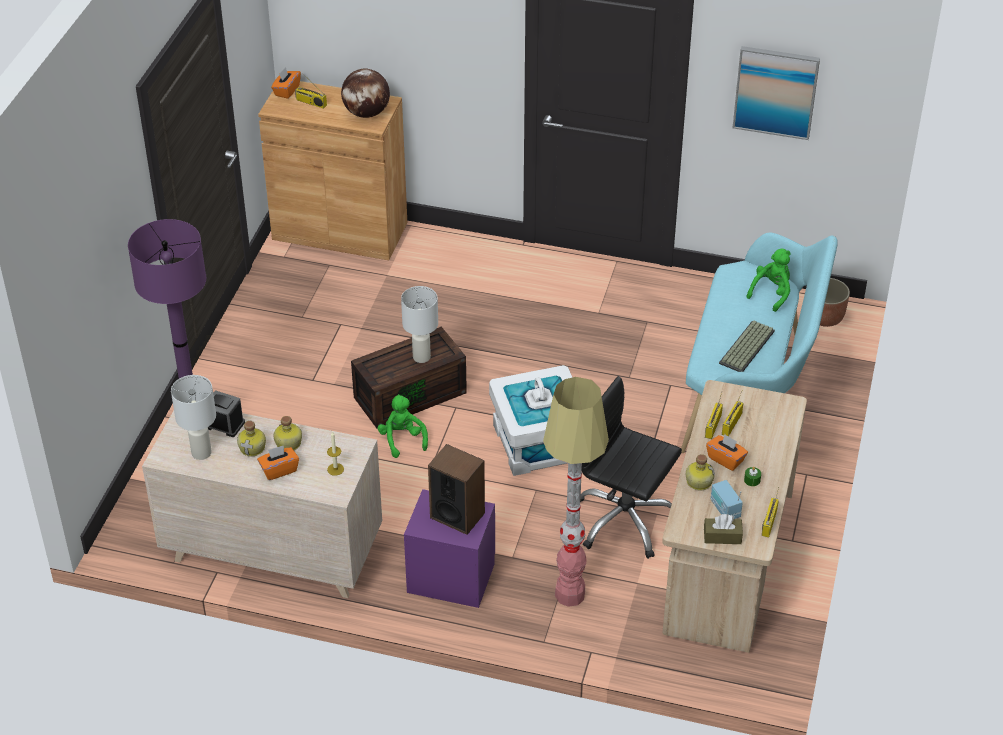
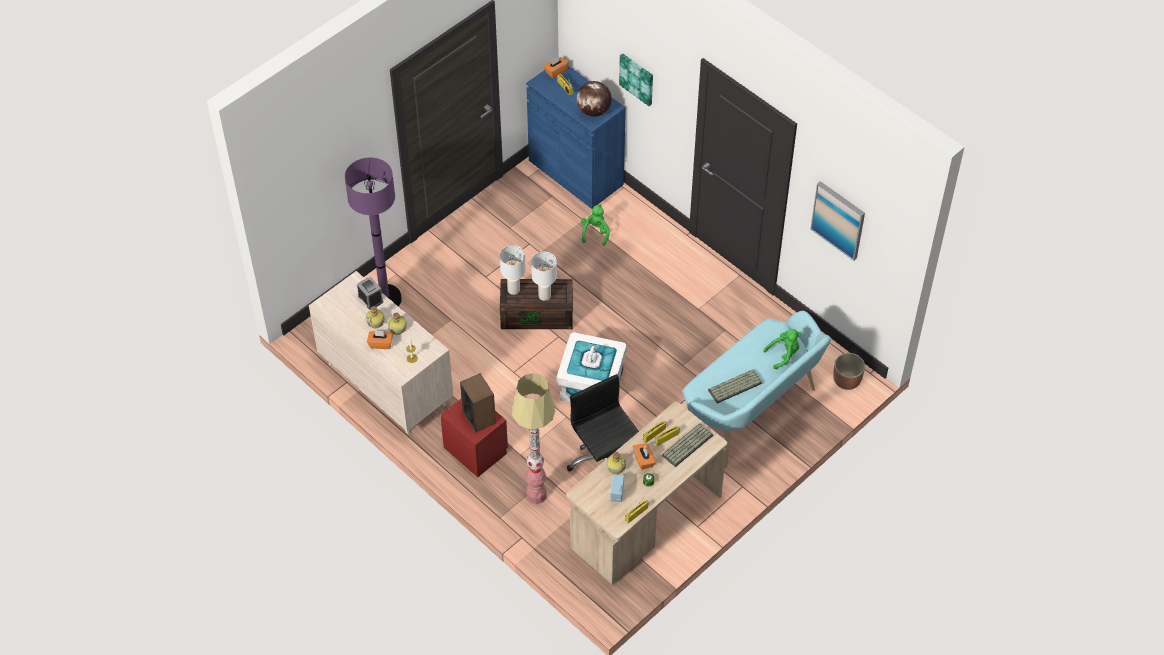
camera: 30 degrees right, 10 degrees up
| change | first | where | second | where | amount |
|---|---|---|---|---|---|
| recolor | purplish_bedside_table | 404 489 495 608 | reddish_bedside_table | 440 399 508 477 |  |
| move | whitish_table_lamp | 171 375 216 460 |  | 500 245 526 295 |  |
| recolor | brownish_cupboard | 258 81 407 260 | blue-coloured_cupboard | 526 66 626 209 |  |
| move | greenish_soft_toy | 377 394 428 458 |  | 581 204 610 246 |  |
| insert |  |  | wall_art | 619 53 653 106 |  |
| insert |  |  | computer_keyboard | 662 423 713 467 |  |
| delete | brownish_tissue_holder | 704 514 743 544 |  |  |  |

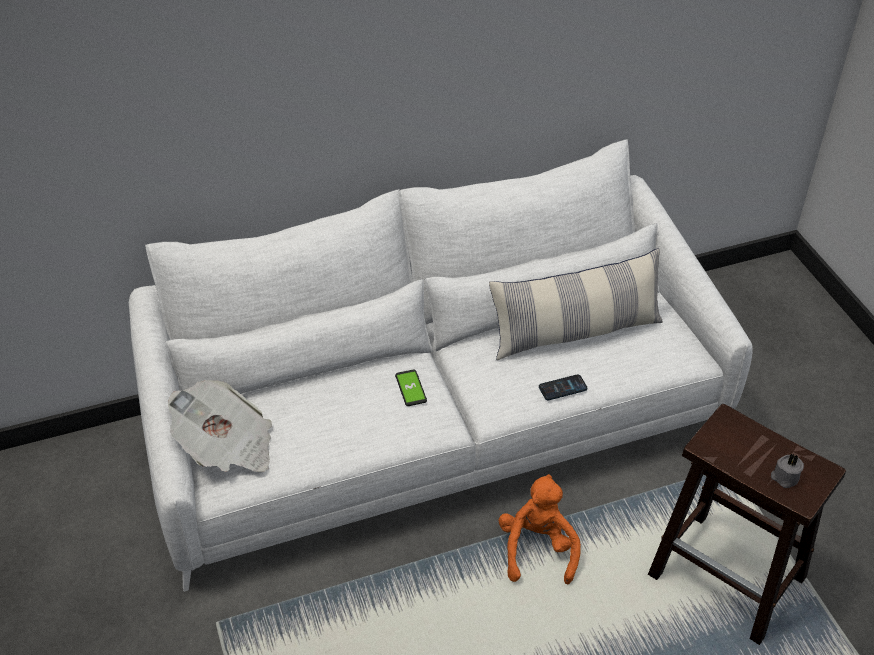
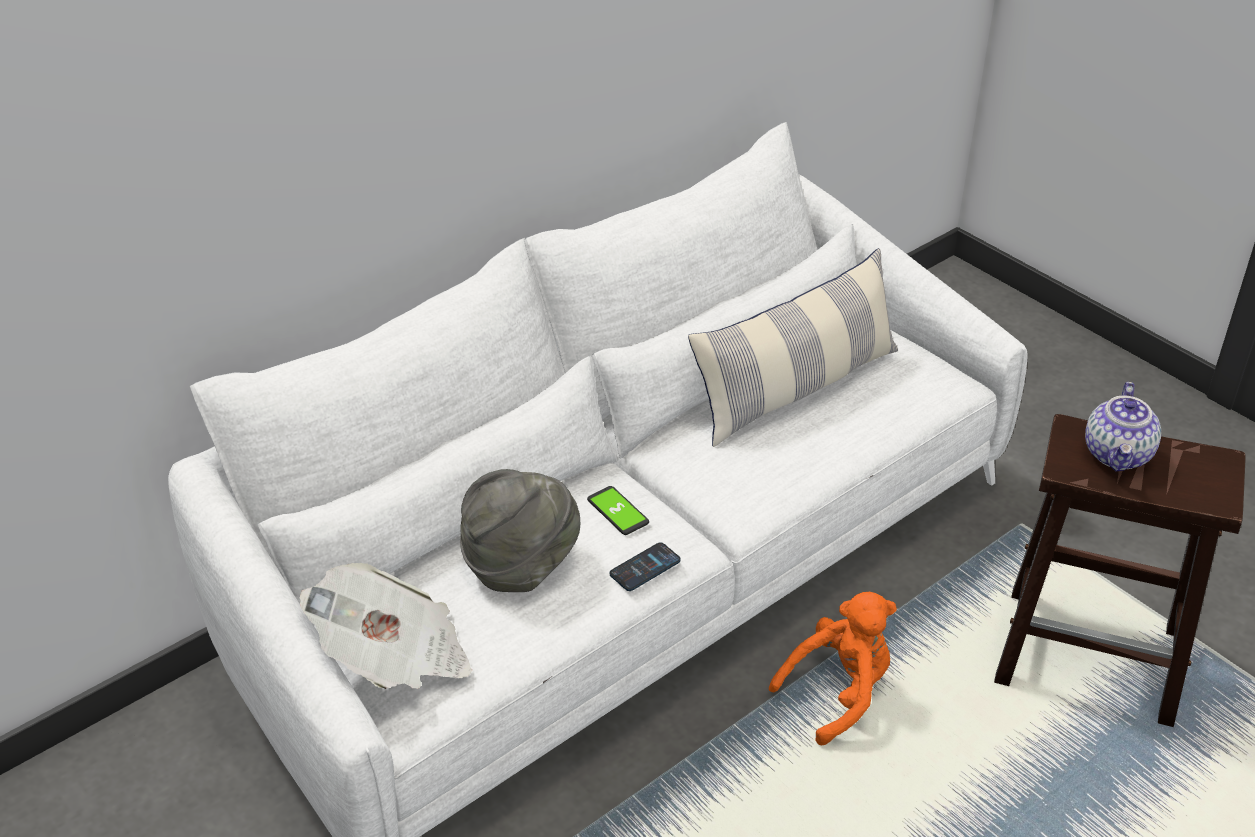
camera: 20 degrees left, 5 degrees down
| change | first | where | second | where | amount |
|---|---|---|---|---|---|
| insert |  |  | grey_wearable_hat | 460 469 580 592 |  |
| move | phone | 539 374 587 400 |  | 610 542 680 591 |  |
| rotate | orange_soft_toy | 498 474 581 584 |  | 769 592 897 745 | 75 degrees clockwise |
| insert |  |  | teapot | 1085 382 1161 472 |  |
| delete | grey_wax_candle | 771 454 804 488 |  |  |  |

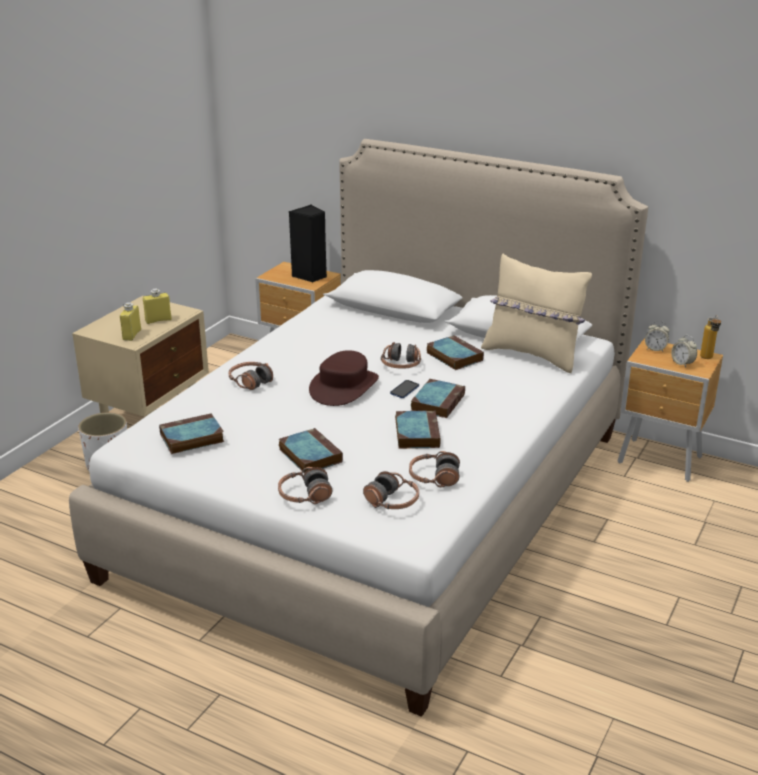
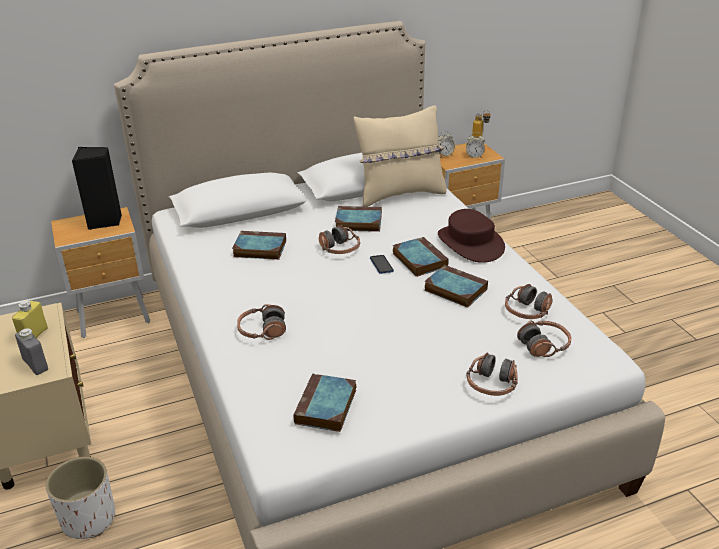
camera: 50 degrees left, 5 degrees up
| change | first | where | second | where | amount |
|---|---|---|---|---|---|
| recolor | yellow_bottle | 120 302 141 341 | grey_bottle | 15 329 48 375 |  |
| move | book | 279 428 343 473 |  | 232 231 286 260 |  |
| move | brownish_wearable_hat | 309 350 379 406 |  | 438 209 505 263 |  |

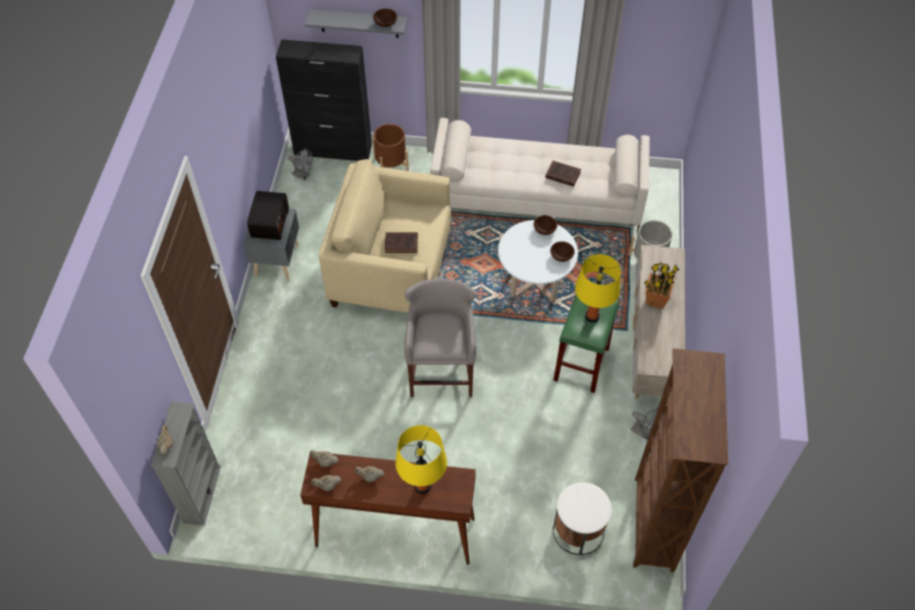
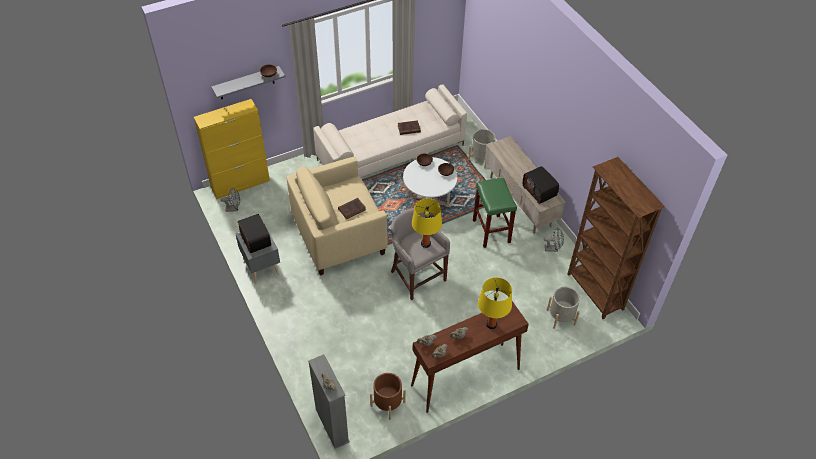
camera: 35 degrees left, 5 degrees down
| change | first | where | second | where | amount |
|---|---|---|---|---|---|
| recolor | black_cupboard | 276 39 372 161 | yellow_cupboard | 194 99 270 199 |  |
| move | brownish_plant_pot | 372 124 409 171 |  | 370 373 406 420 |  |
| move | yellow_table_lamp | 575 254 621 323 |  | 412 199 442 248 |  |
| insert |  |  | radio_set | 523 166 559 204 |  |
| replace | whitish_side_table | 553 482 612 555 | grey_plant_pot | 547 287 580 329 |  |
| delete | houseplant | 645 262 679 309 |  |  |  |

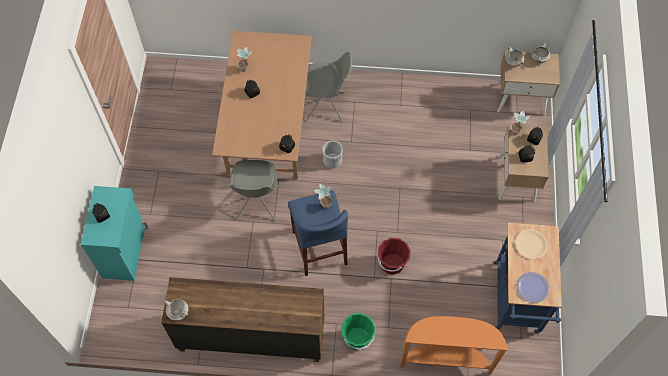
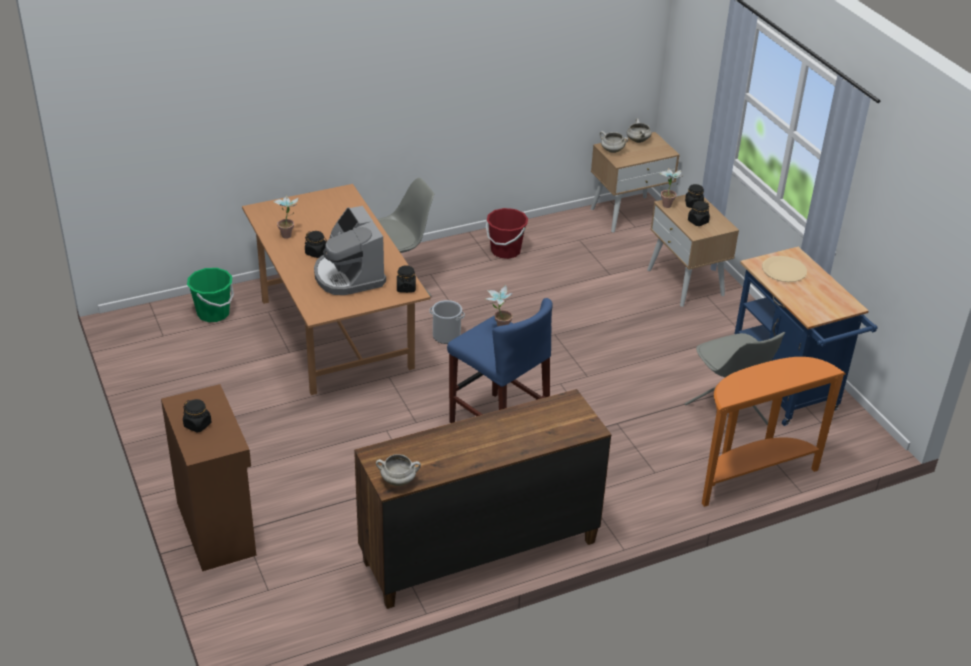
camera: 30 degrees left, 25 degrees down
| change | first | where | second | where | amount |
|---|---|---|---|---|---|
| recolor | turquoise_cupboard | 81 186 148 281 | brownish_cupboard | 161 384 257 571 |  |
| move | greenish_bucket | 341 313 376 350 |  | 187 268 234 322 |  |
| insert |  |  | coffee_brewer | 314 206 386 295 |  |
| move | reddish_bucket | 377 238 411 275 |  | 486 208 528 259 |  |
| move | grey_plain_chair | 229 160 278 221 |  | 685 332 785 425 |  |
| delete | flat_dish | 517 272 549 303 |  |  |  |

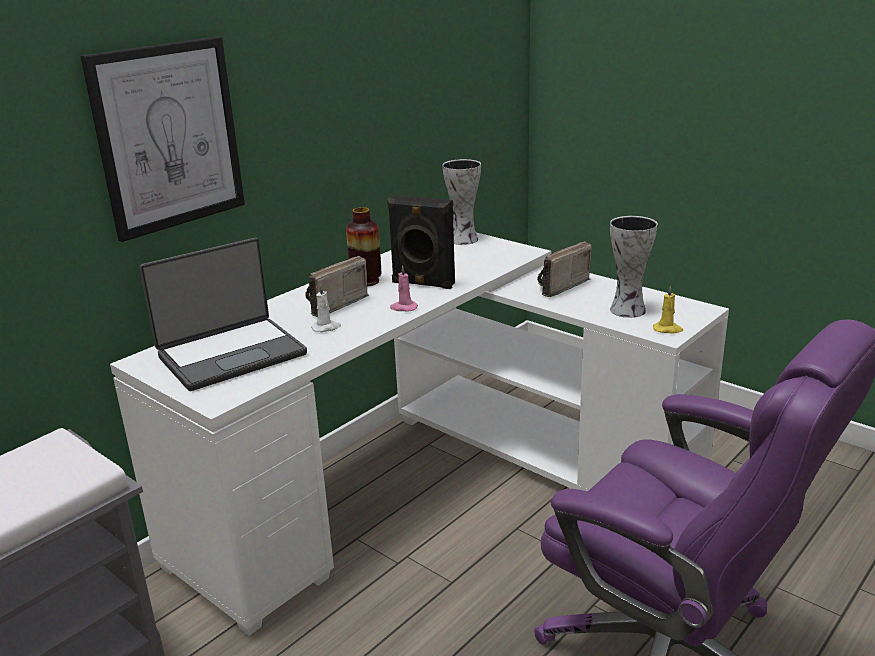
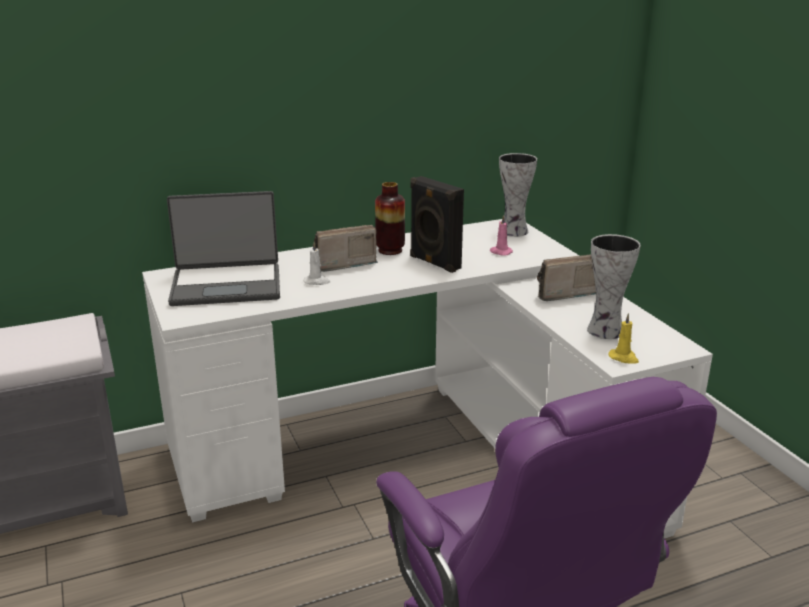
camera: 25 degrees right, 0 degrees up
| change | first | where | second | where | amount |
|---|---|---|---|---|---|
| move | pink_wax_candle | 390 265 418 312 |  | 490 215 513 256 |  |
| delete | wall_art | 80 36 245 242 |  |  |  |

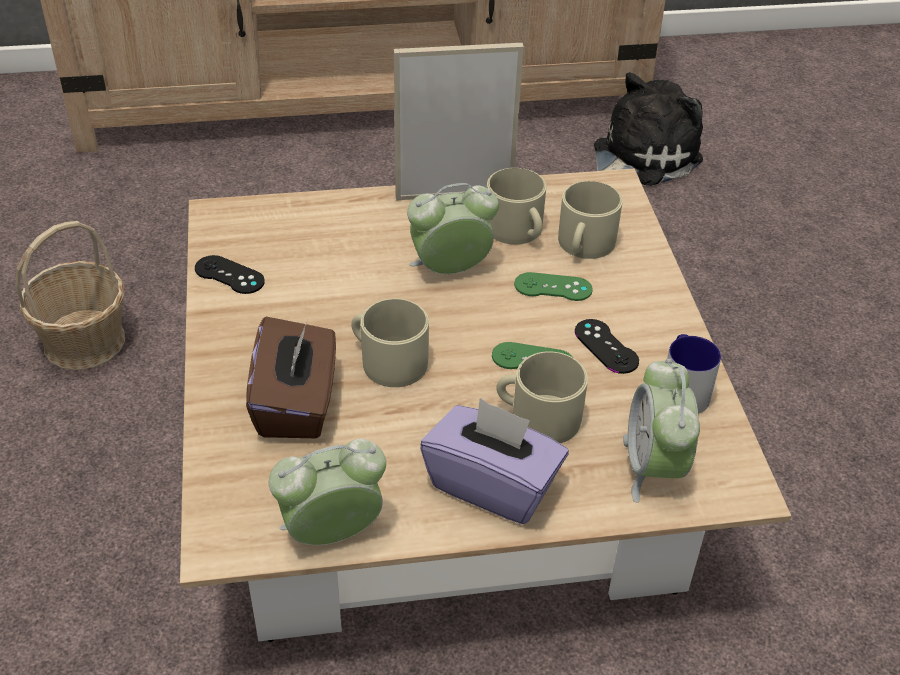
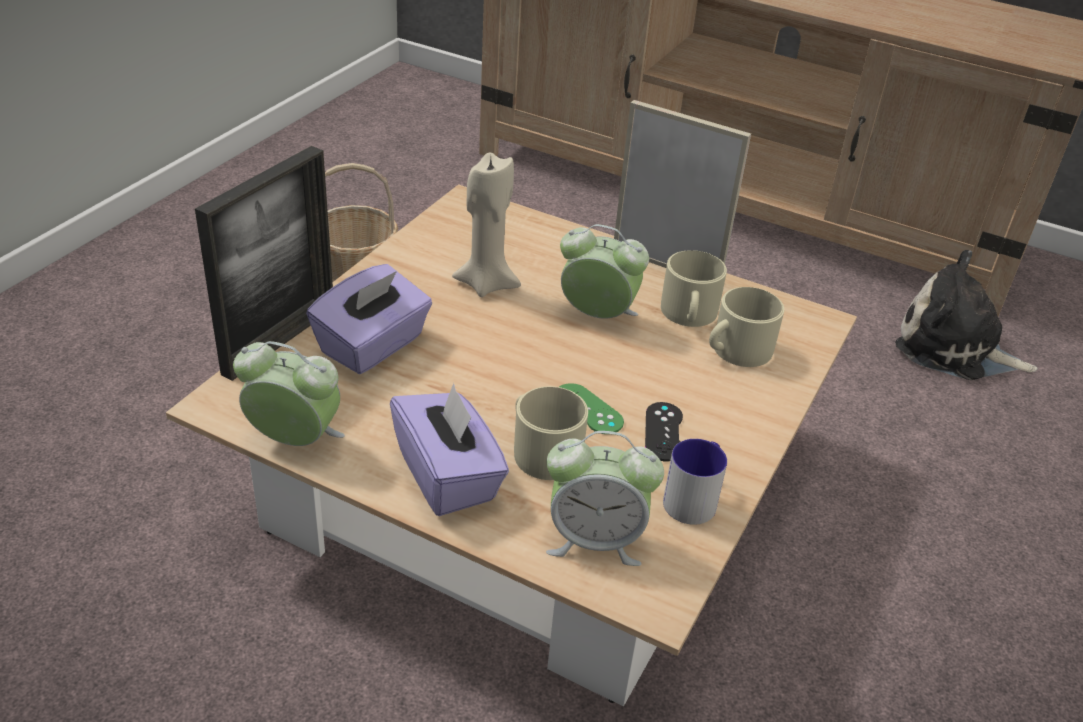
camera: 35 degrees right, 5 degrees down
| change | first | where | second | where | amount |
|---|---|---|---|---|---|
| insert |  |  | standing_frame | 195 146 333 381 |  |
| recolor | brownish_tissue_holder | 246 317 336 438 | purplish_tissue_holder | 306 264 432 374 |  |
| insert |  |  | beige-coloured_wax_candle | 452 153 521 297 |  |
| rotate | table_clock | 623 358 700 503 |  | 546 431 664 566 | 120 degrees counterclockwise |
| rotate | soft_toy | 594 72 703 186 |  | 895 250 1038 380 | 150 degrees counterclockwise |
| delete | black_game_controller | 195 255 265 294 |  |  |  |
| delete | beige-coloured_mug | 351 299 429 387 |  |  |  |
| delete | greenish_game_controller | 514 272 593 301 |  |  |  |

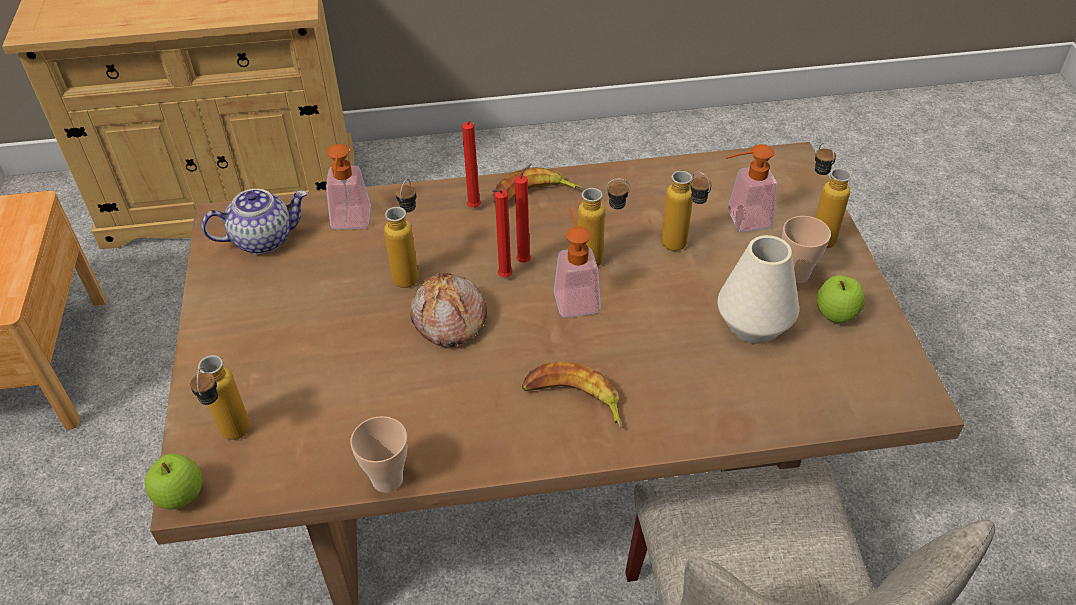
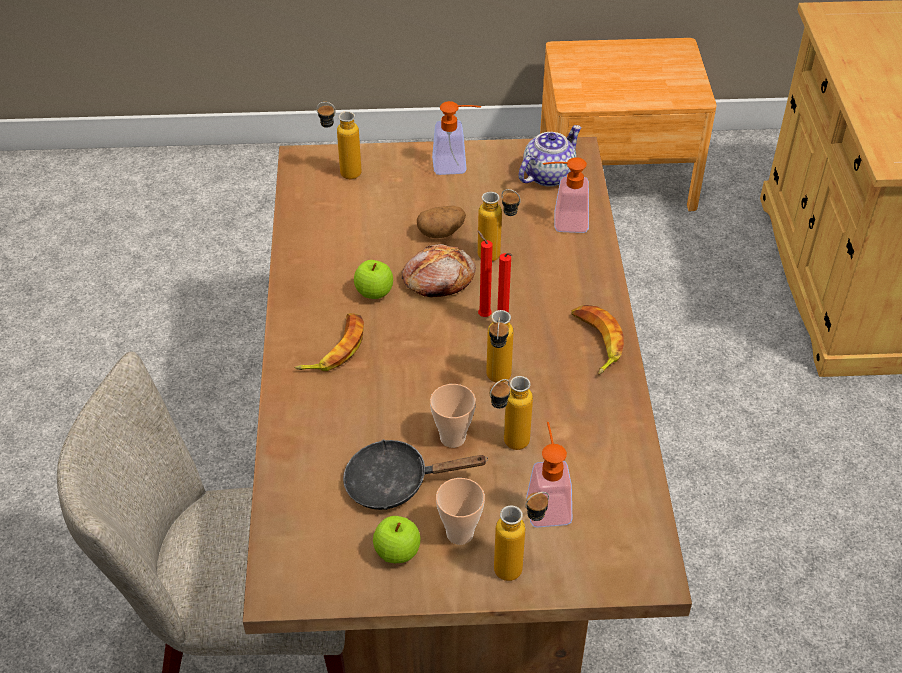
camera: 95 degrees right, 0 degrees up
| change | first | where | second | where | amount |
|---|---|---|---|---|---|
| replace | whitish_flower_vase | 717 235 799 344 | black_frying_pan | 343 439 488 510 |  |
| move | apple | 145 453 202 510 |  | 354 260 393 299 |  |
| insert |  |  | whole_potato | 417 206 466 238 |  |
| move | cup | 350 416 408 493 |  | 430 384 476 448 |  |
| move | soap_dispenser | 554 208 601 318 |  | 432 101 481 175 |  |
| rotate | teapot | 202 189 307 254 |  | 519 125 581 187 | 120 degrees counterclockwise |
| delete | reddish_wax_candle | 462 121 481 208 |  |  |  |

